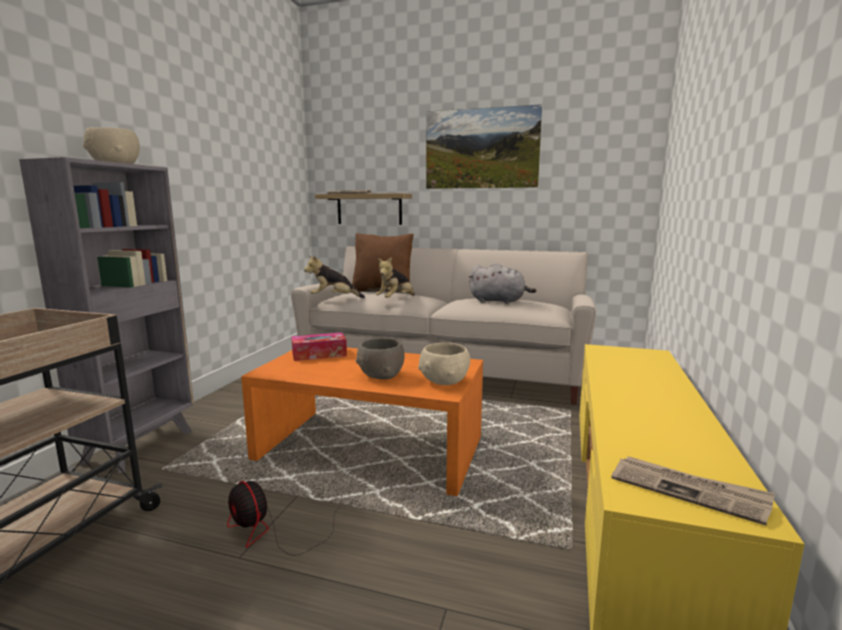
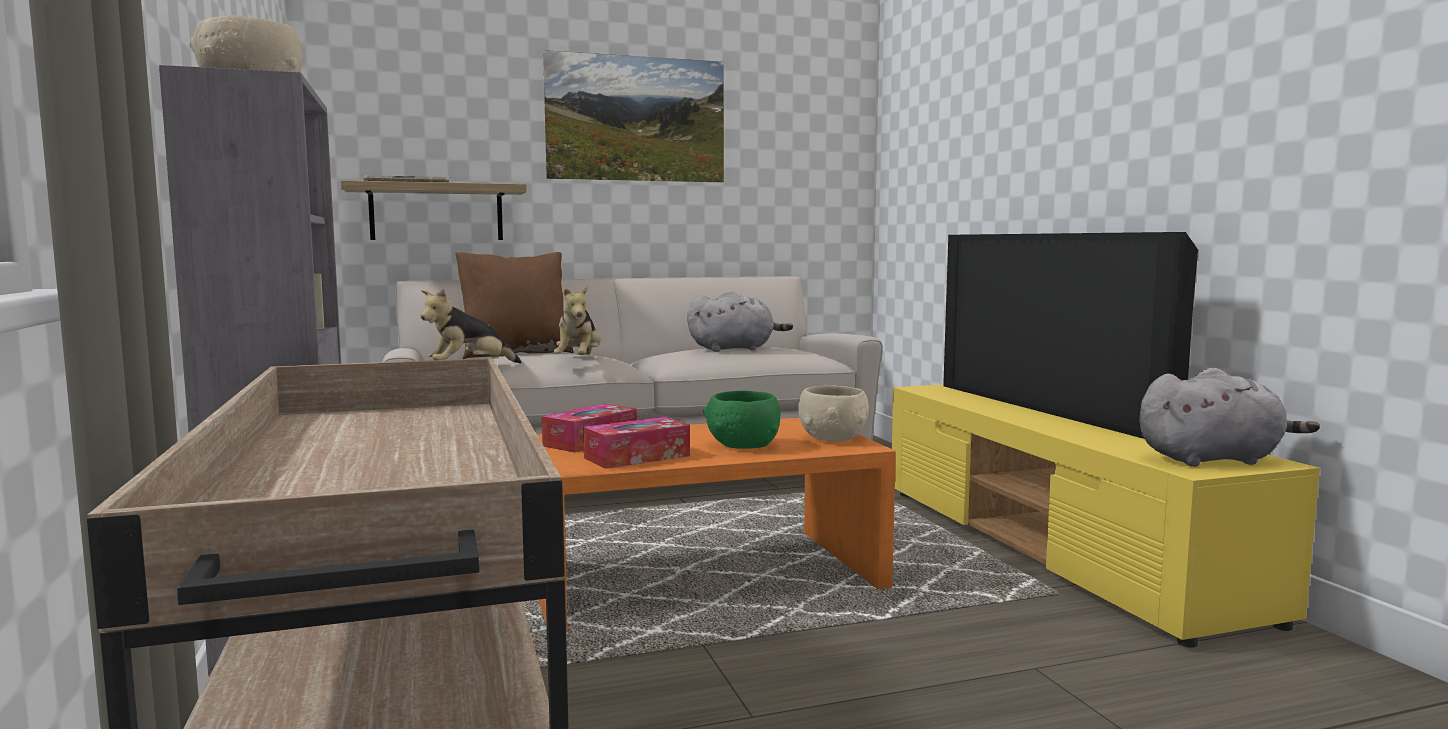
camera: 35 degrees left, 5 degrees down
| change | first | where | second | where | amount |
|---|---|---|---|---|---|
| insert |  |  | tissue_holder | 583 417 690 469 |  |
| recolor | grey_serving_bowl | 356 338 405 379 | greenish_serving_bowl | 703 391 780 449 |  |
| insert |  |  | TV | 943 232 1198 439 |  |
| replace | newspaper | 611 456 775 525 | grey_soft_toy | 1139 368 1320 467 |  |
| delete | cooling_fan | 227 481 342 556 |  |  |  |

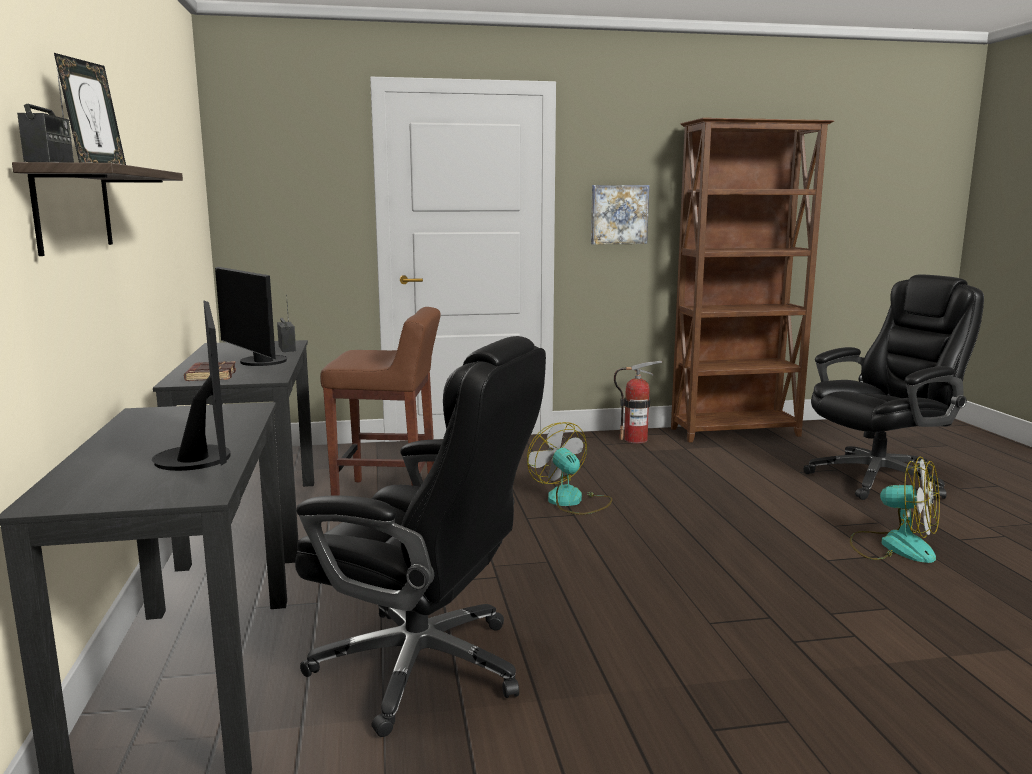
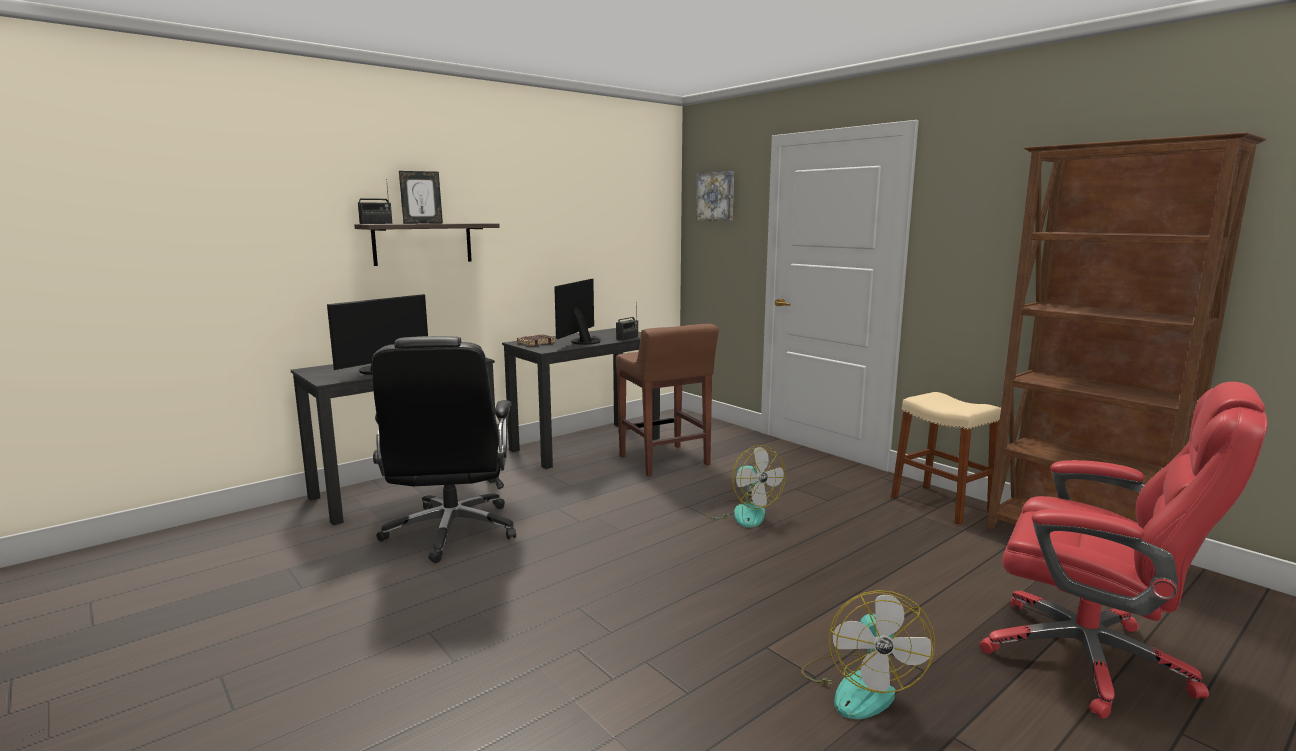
camera: 60 degrees right, 0 degrees up
| change | first | where | second | where | amount |
|---|---|---|---|---|---|
| move | wall_art | 591 185 649 244 |  | 696 171 734 221 |  |
| rotate | cooling_fan | 527 422 612 515 |  | 706 445 786 528 | 120 degrees clockwise |
| replace | extinguisher | 614 361 662 443 | beige-coloured_sitting_stool | 891 392 1001 525 |  |
| recolor | black_office_chair | 803 275 984 500 | reddish_office_chair | 979 382 1268 719 |  |

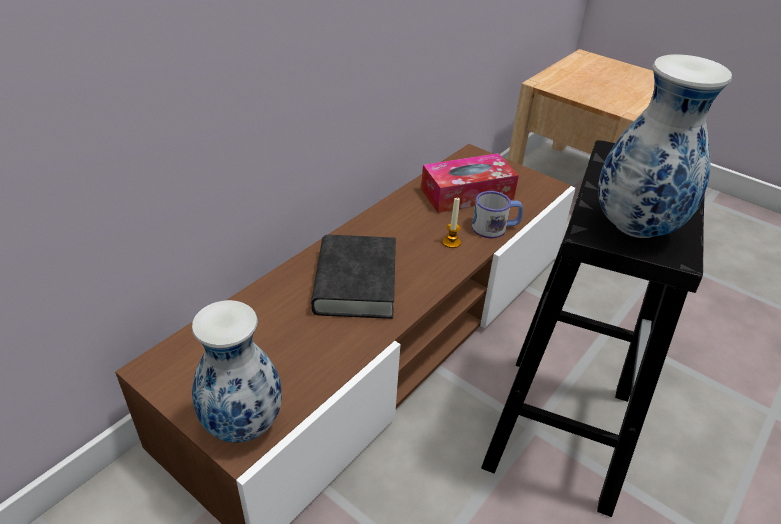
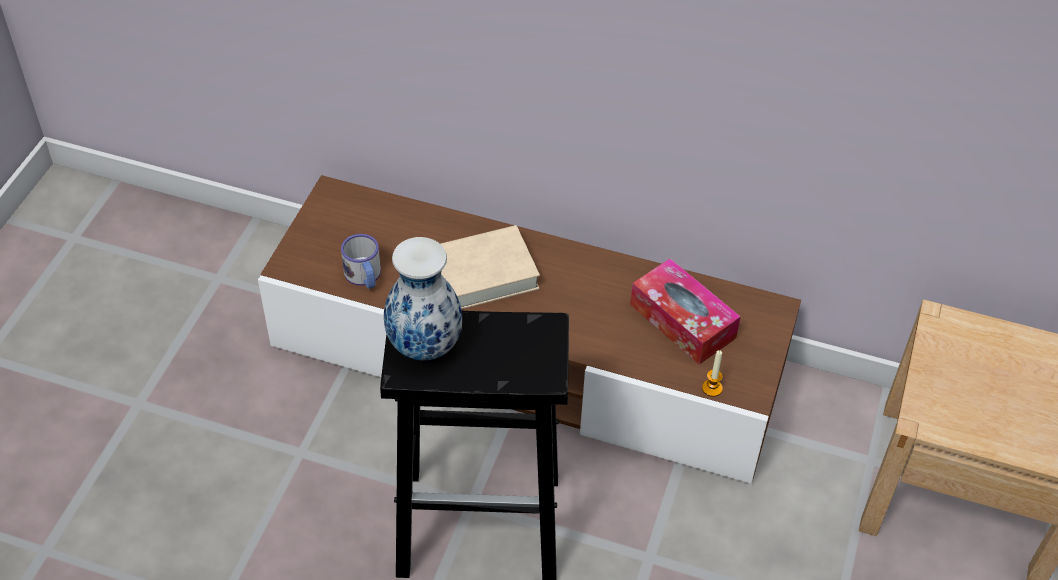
camera: 70 degrees right, 10 degrees up
| change | first | where | second | where | amount |
|---|---|---|---|---|---|
| move | mug | 472 191 523 239 |  | 341 234 381 289 |  |
| recolor | black_book | 311 235 396 319 | beige-coloured_book | 441 225 540 309 |  |
| move | wax_candle | 442 197 461 248 |  | 702 350 723 397 |  |
| delete | flower_vase | 192 300 282 443 |  |  |  |

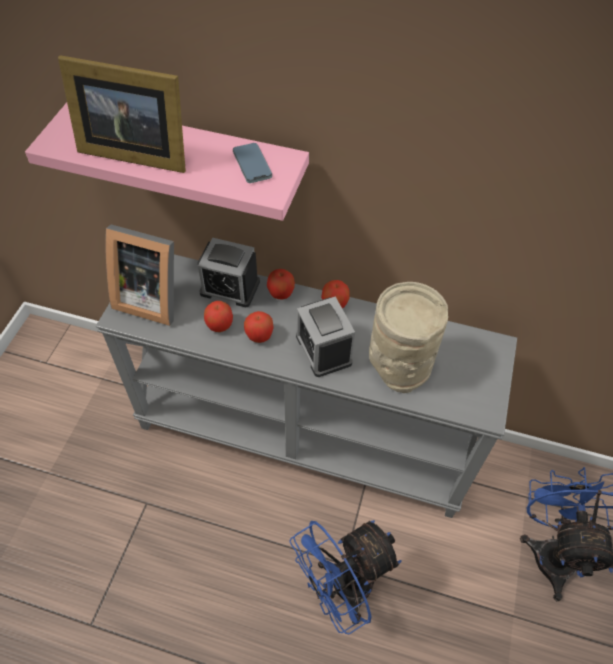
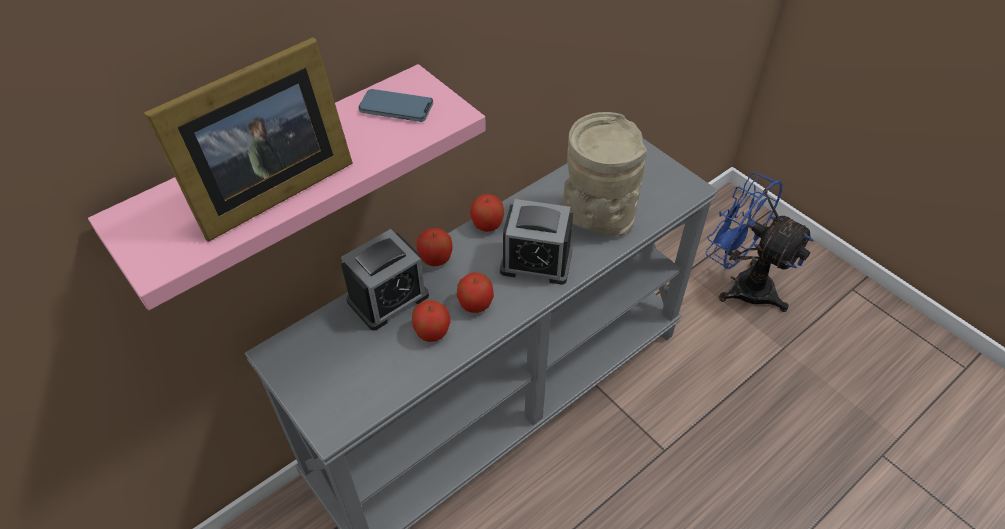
camera: 55 degrees left, 5 degrees down
| change | first | where | second | where | amount |
|---|---|---|---|---|---|
| delete | standing_frame | 105 224 174 326 |  |  |  |
| delete | blue-coloured_cooling_fan | 289 520 402 634 |  |  |  |

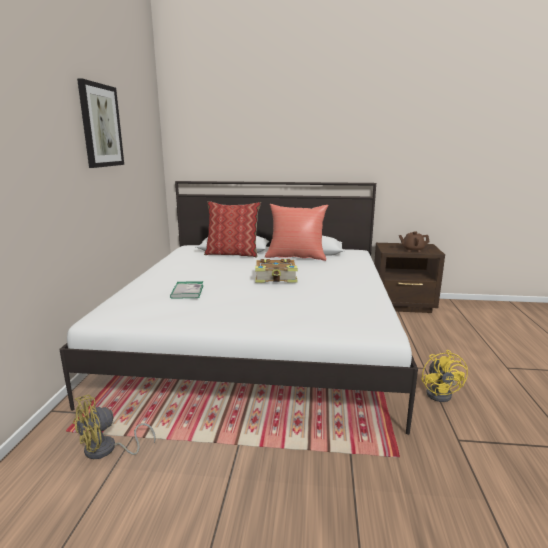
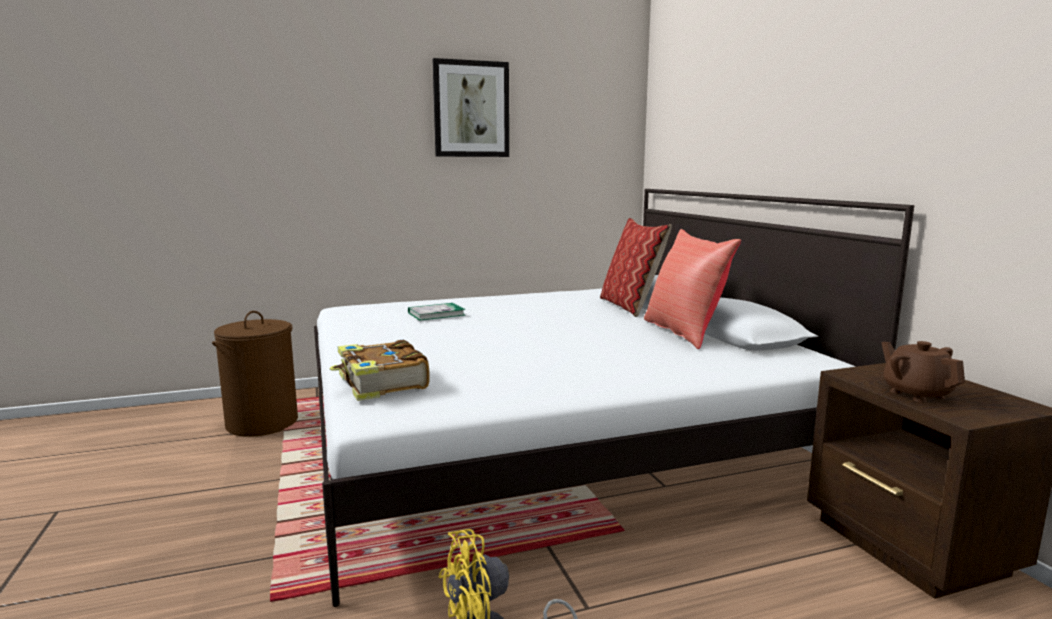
camera: 65 degrees right, 5 degrees down
| change | first | where | second | where | amount |
|---|---|---|---|---|---|
| replace | yellow_cooling_fan | 73 395 156 459 | brownish_laundry_basket | 212 311 298 437 |  |
| move | book | 255 259 298 283 |  | 330 339 430 401 |  |

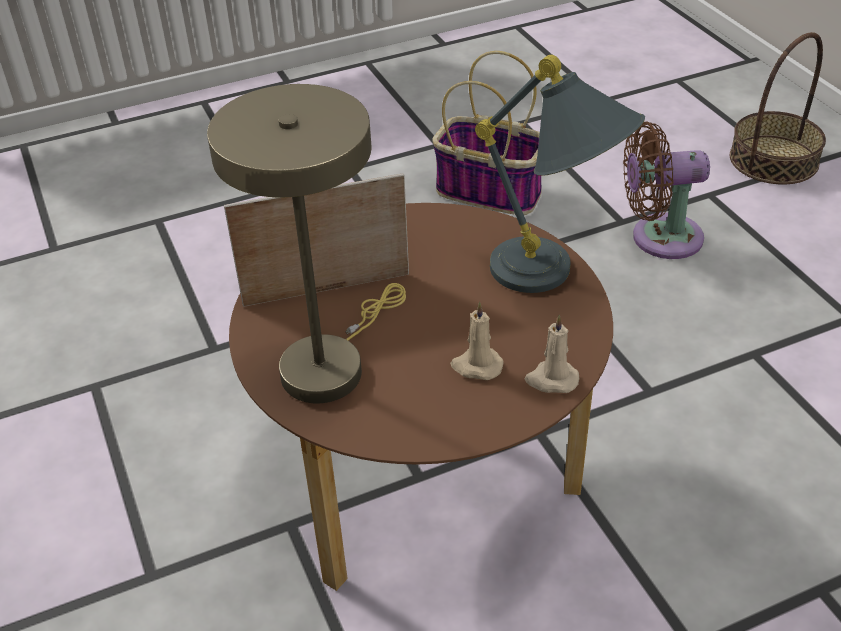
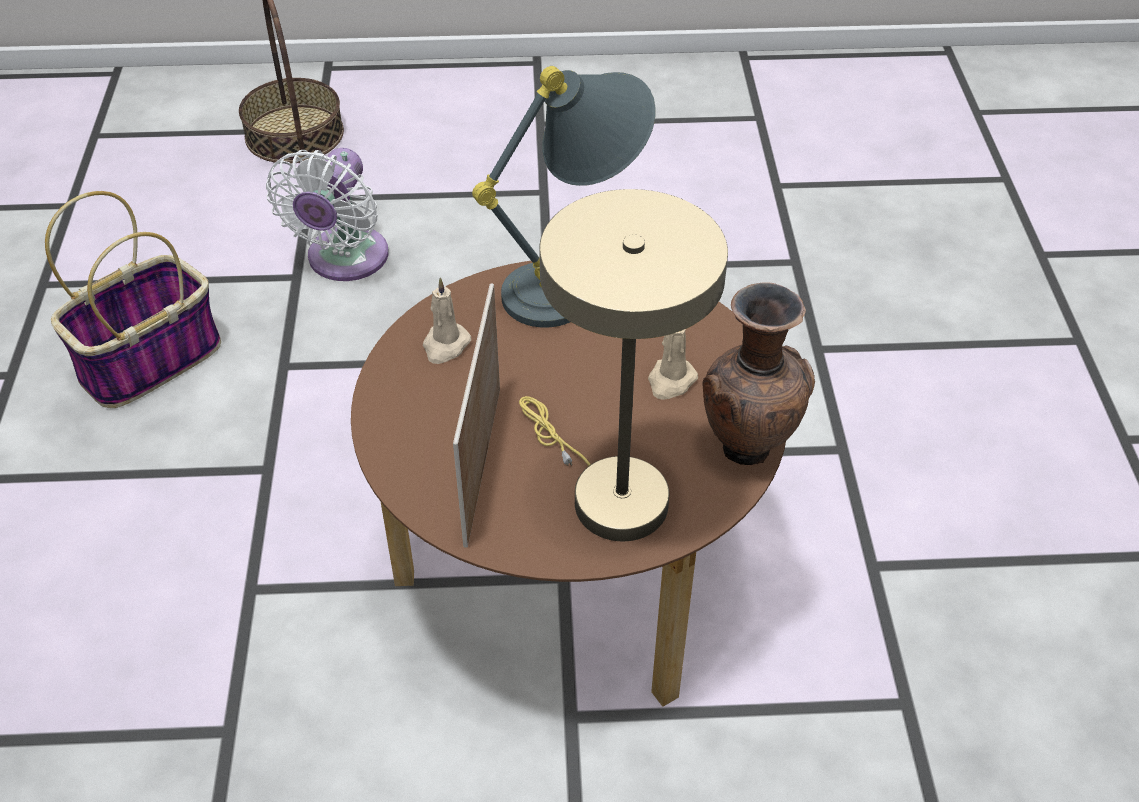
camera: 70 degrees left, 5 degrees up
| change | first | where | second | where | amount |
|---|---|---|---|---|---|
| recolor | brownish_cooling_fan | 623 122 710 259 | whitish_cooling_fan | 266 148 388 281 |  |
| move | beige-coloured_wax_candle | 525 315 579 393 |  | 423 278 471 364 |  |
| insert |  |  | brownish_flower_vase | 702 282 815 465 |  |

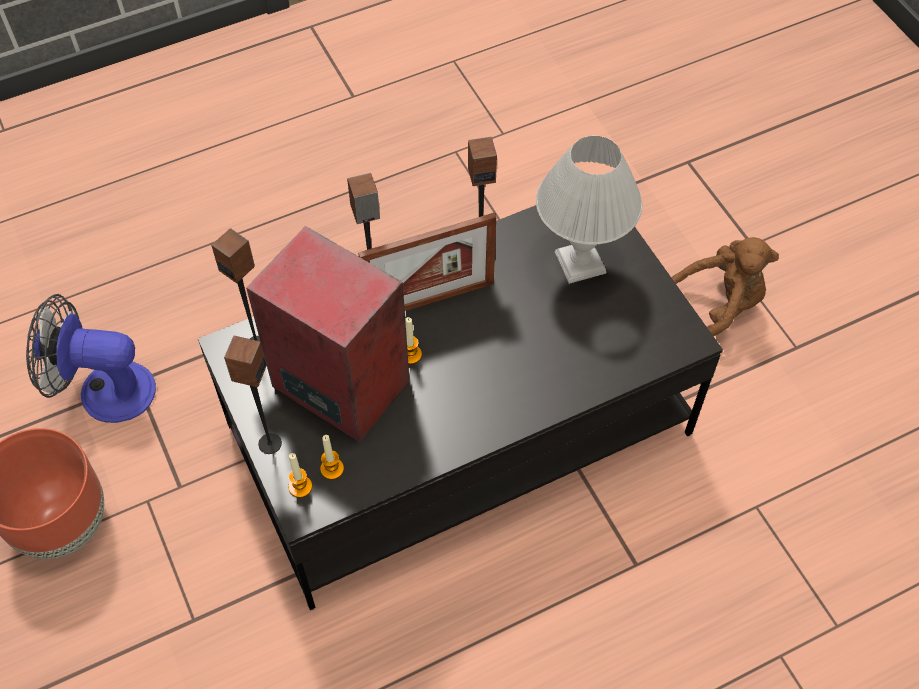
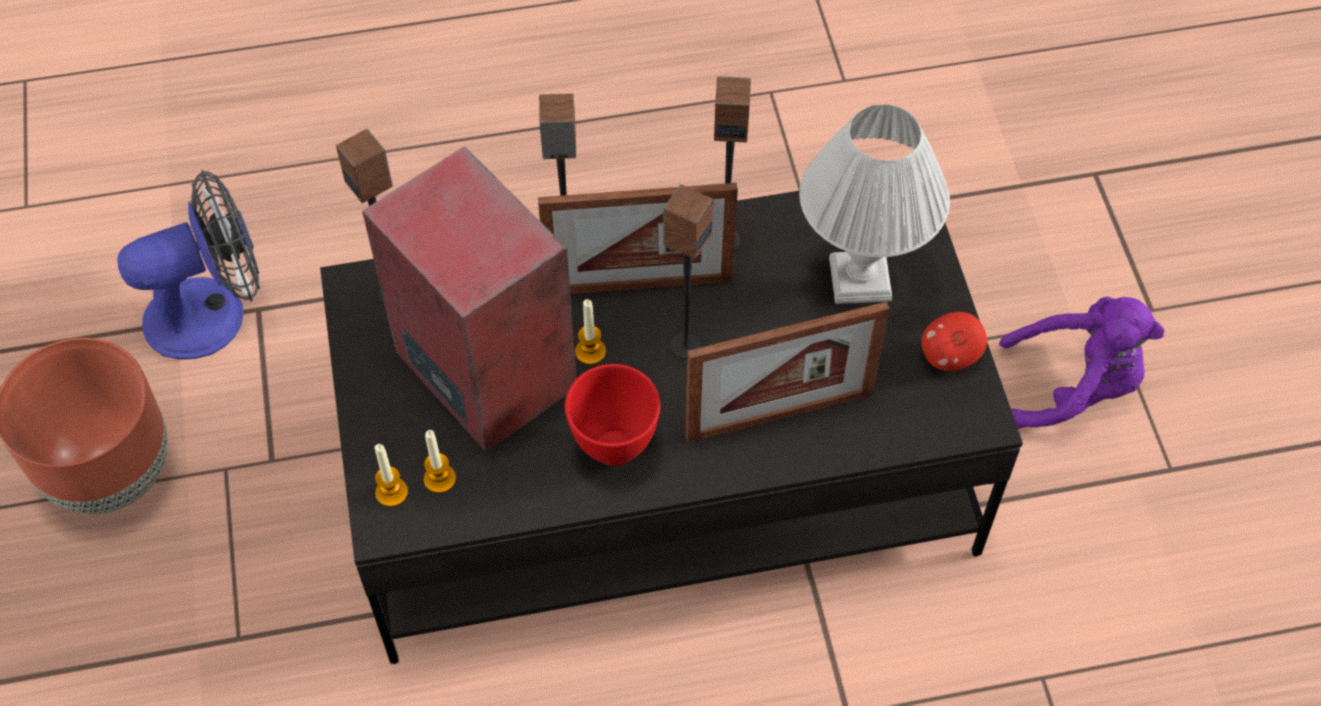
camera: 15 degrees right, 0 degrees up
| change | first | where | second | where | amount |
|---|---|---|---|---|---|
| rotate | cooling_fan | 26 294 156 423 |  | 117 170 260 360 | 135 degrees clockwise |
| insert |  |  | reddish_serving_bowl | 565 364 661 466 |  |
| move | loudspeaker | 224 336 282 454 |  | 663 184 713 359 |  |
| insert |  |  | standing_frame | 685 302 890 443 |  |
| insert |  |  | apple | 921 312 987 371 |  |
| recolor | brownish_soft_toy | 671 237 779 336 | purplish_soft_toy | 999 297 1165 429 |  |

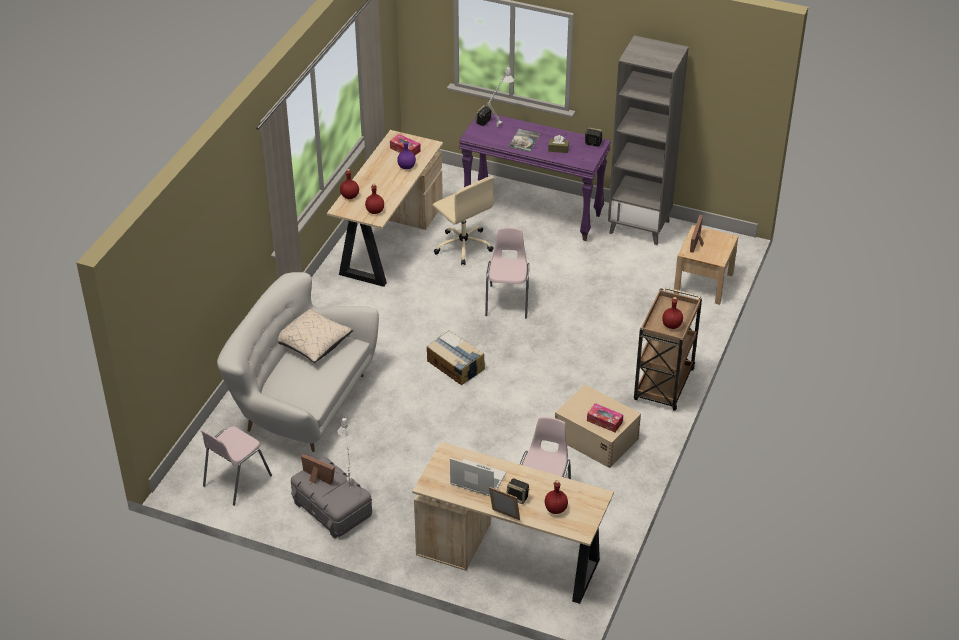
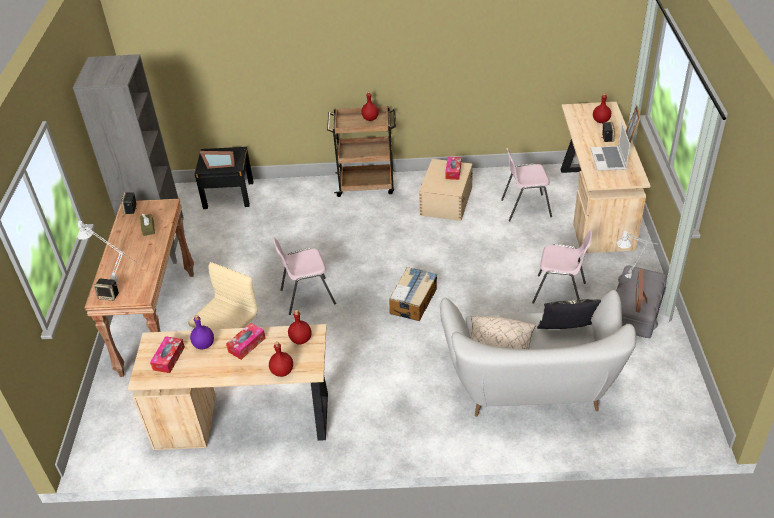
camera: 110 degrees left, 0 degrees up
| change | first | where | second | where | amount |
|---|---|---|---|---|---|
| recolor | purplish_hall_table | 459 114 611 241 | brownish_hall_table | 84 199 194 377 |  |
| recolor | beige-coloured_bedside_table | 674 225 738 305 | black_bedside_table | 195 147 254 209 |  |
| insert |  |  | tissue_holder | 226 323 265 360 |  |
| move | pink_plain_chair | 200 426 272 506 |  | 532 229 593 304 |  |
| insert |  |  | cushion | 537 299 601 329 |  |
| delete | book | 508 129 540 152 |  |  |  |

